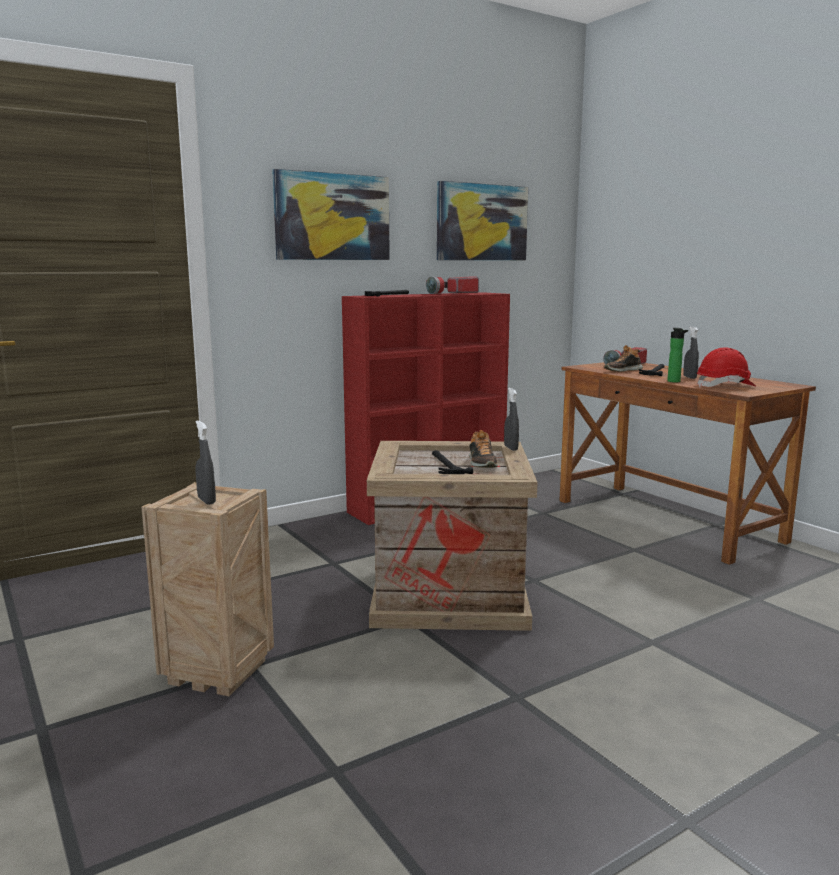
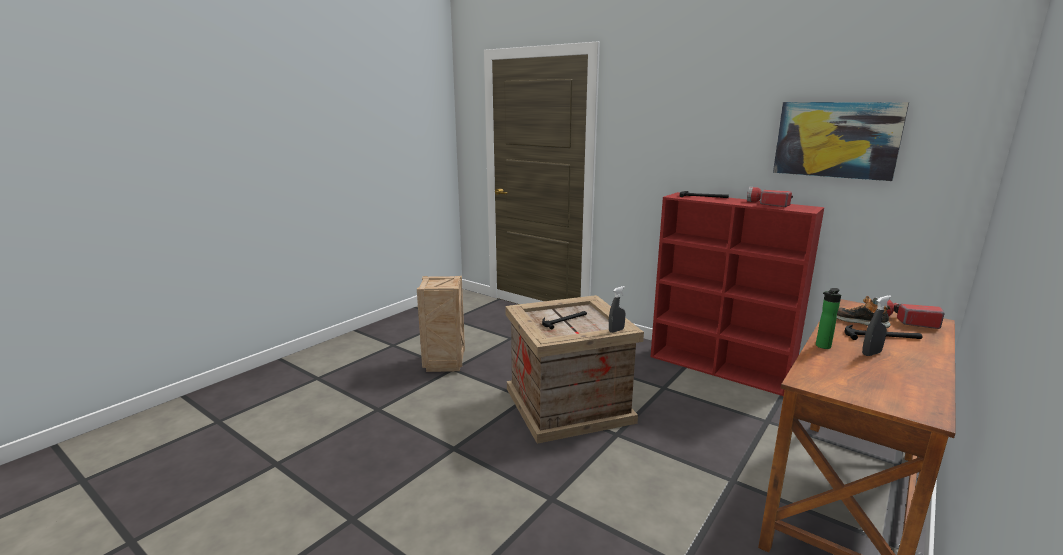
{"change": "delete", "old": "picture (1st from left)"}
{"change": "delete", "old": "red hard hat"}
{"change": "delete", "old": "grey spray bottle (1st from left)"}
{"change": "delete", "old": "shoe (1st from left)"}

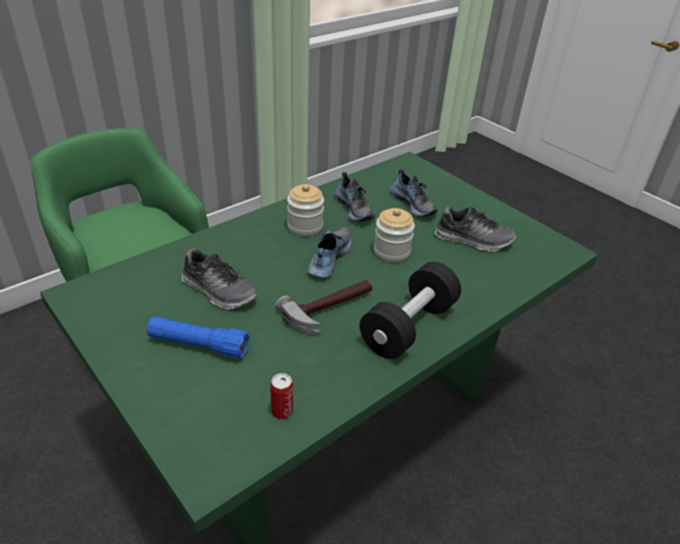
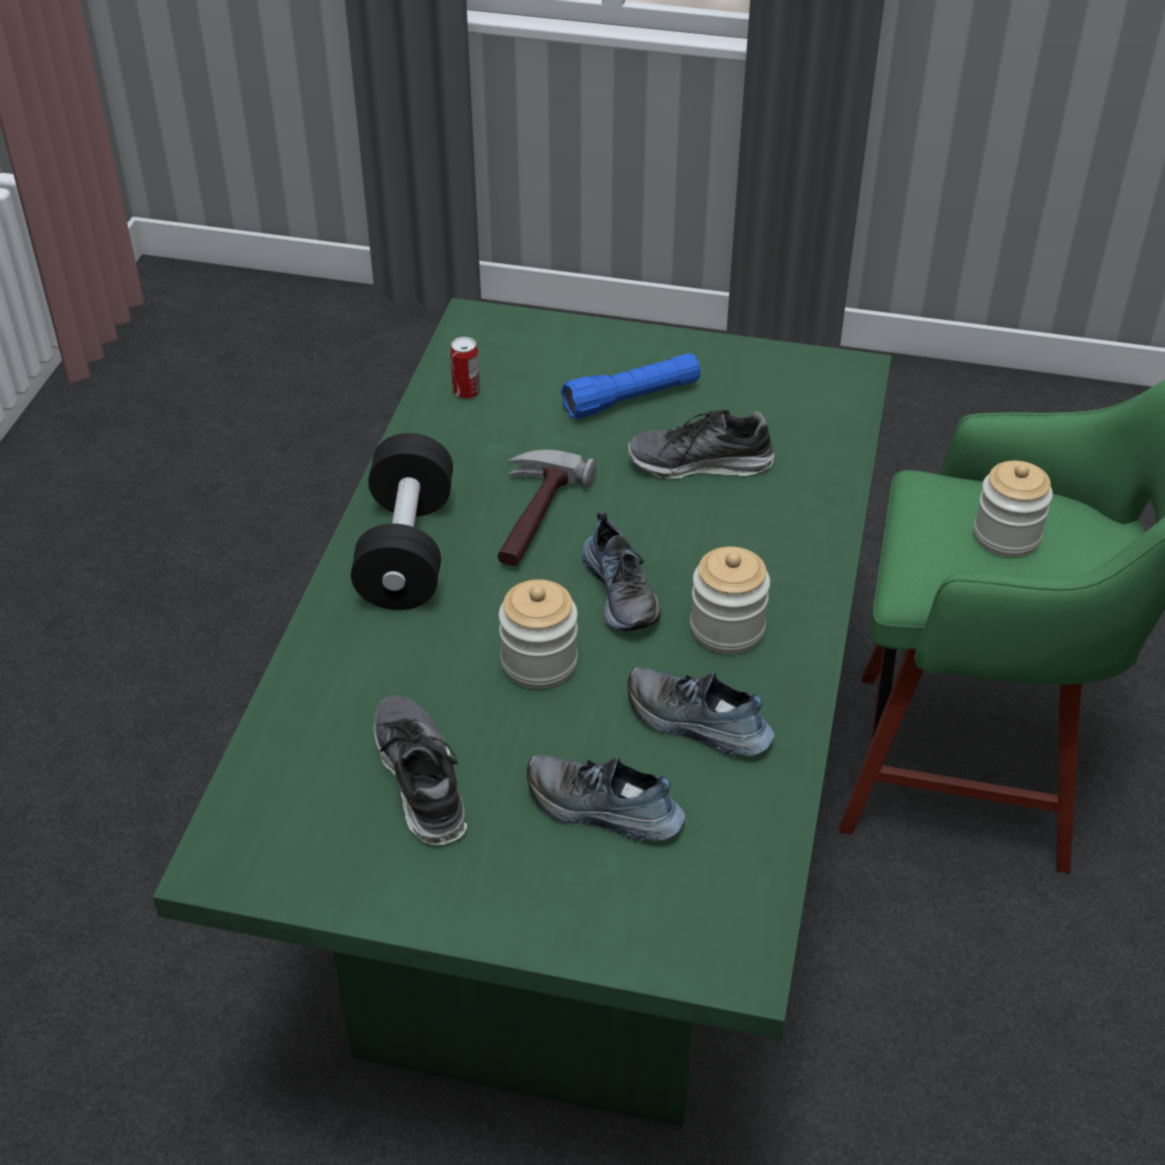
{"change": "rotate", "old": "shoe (5th from left in the first image)", "degrees": 90}
{"change": "insert", "new": "jar (3rd from left)"}

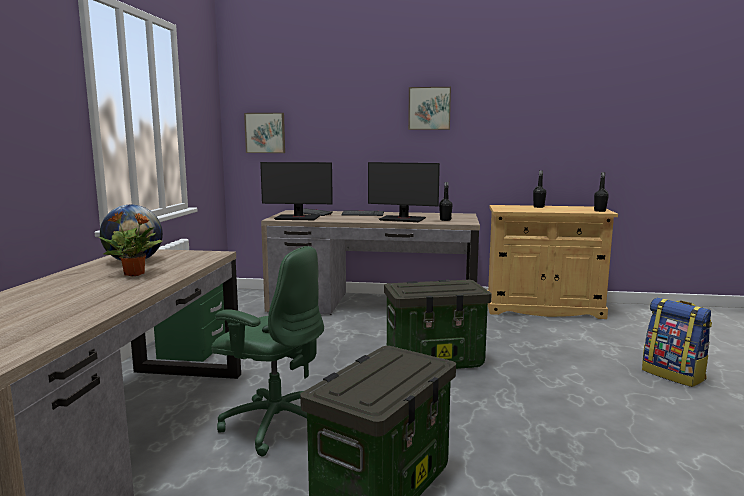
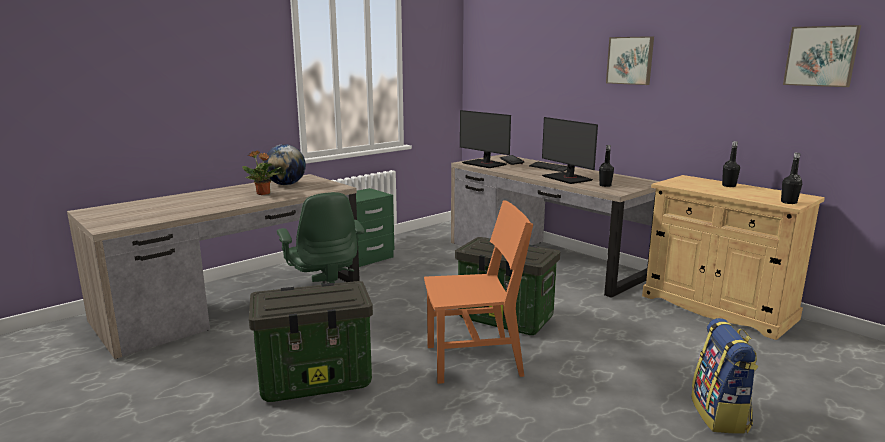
{"change": "move", "old": "picture (1st from left in the first image)", "new": "picture (2nd from left)"}
{"change": "insert", "new": "orange chair"}

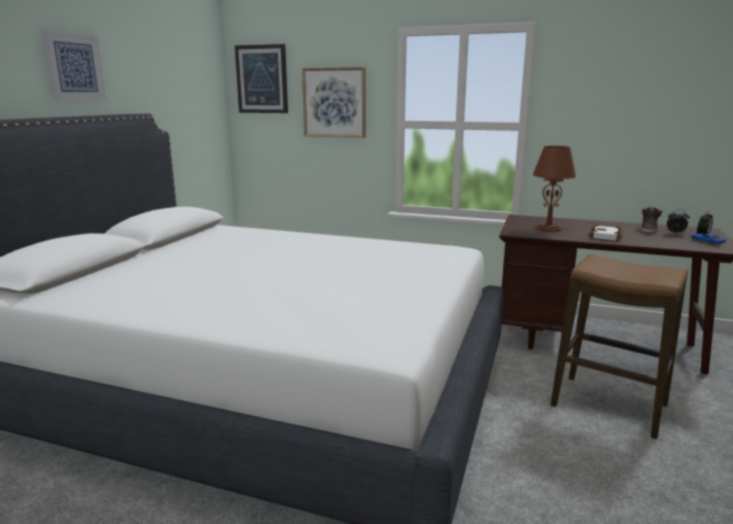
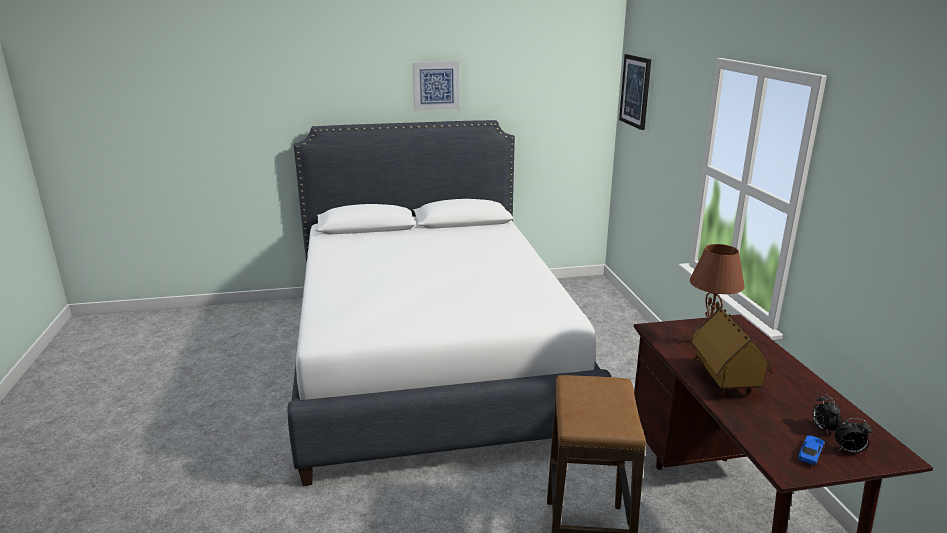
{"change": "delete", "old": "picture (3rd from left)"}
{"change": "delete", "old": "black shoe"}
{"change": "replace", "old": "white book", "new": "toy house"}

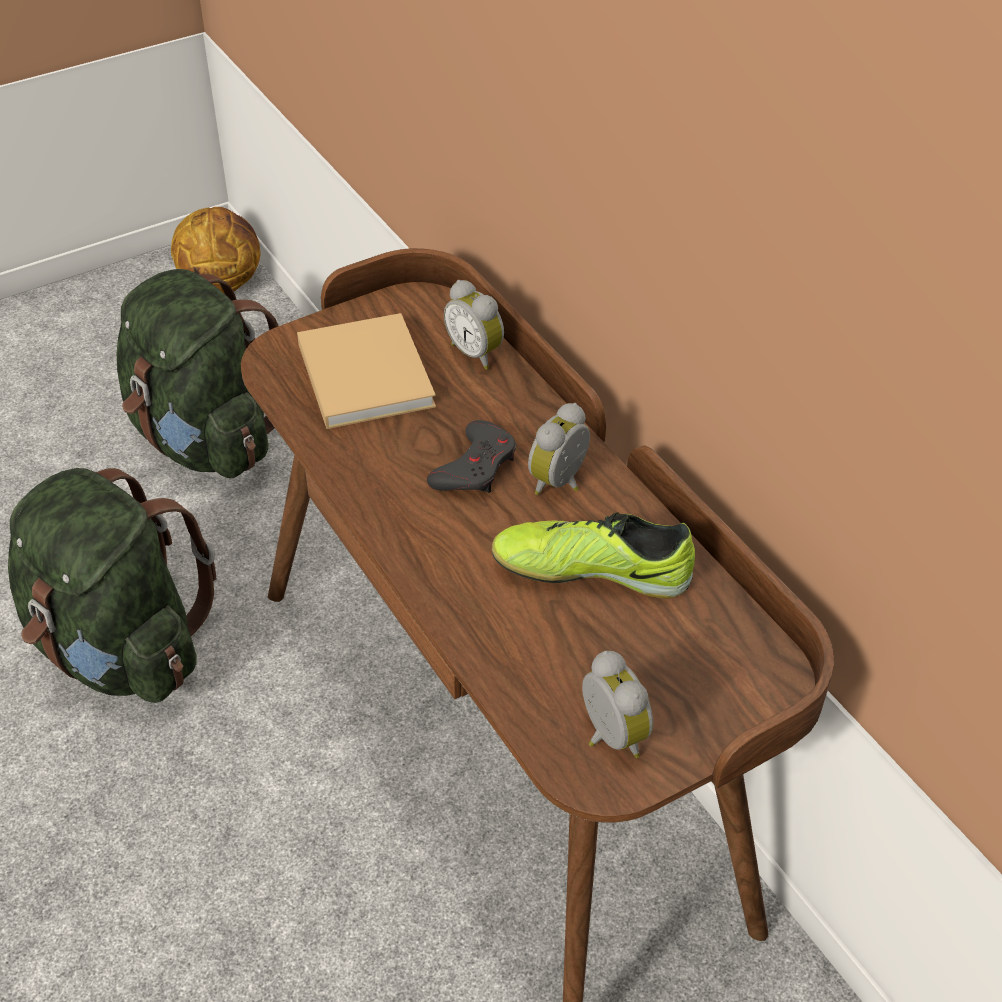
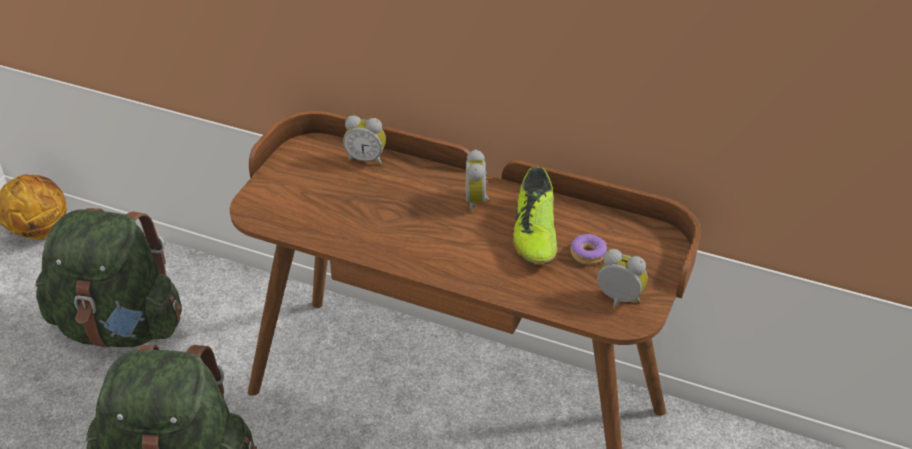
{"change": "delete", "old": "beige book"}
{"change": "delete", "old": "grey game controller"}
{"change": "rotate", "old": "shoe", "degrees": -60}
{"change": "insert", "new": "donut"}

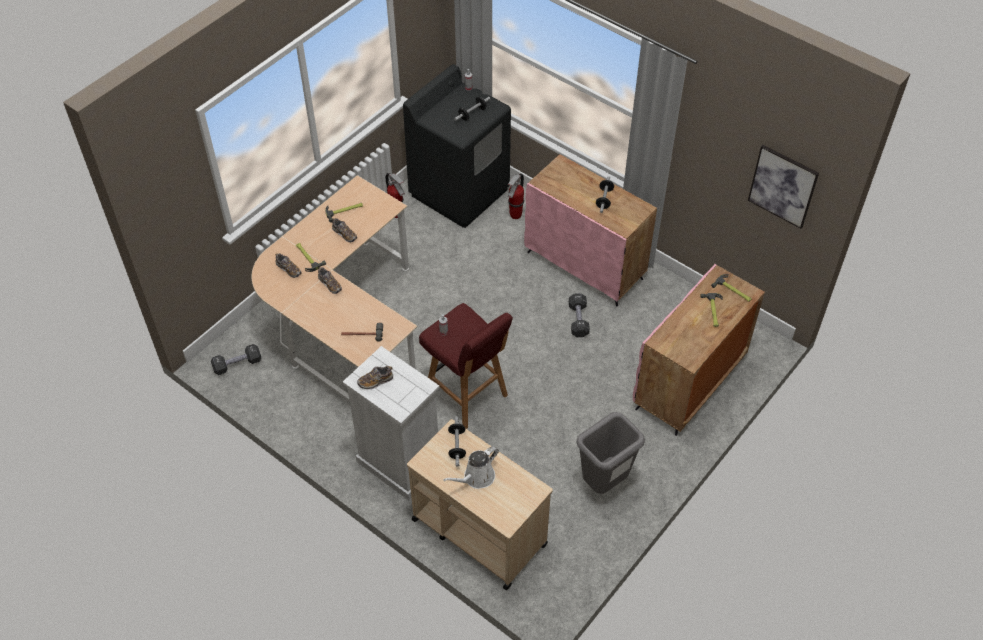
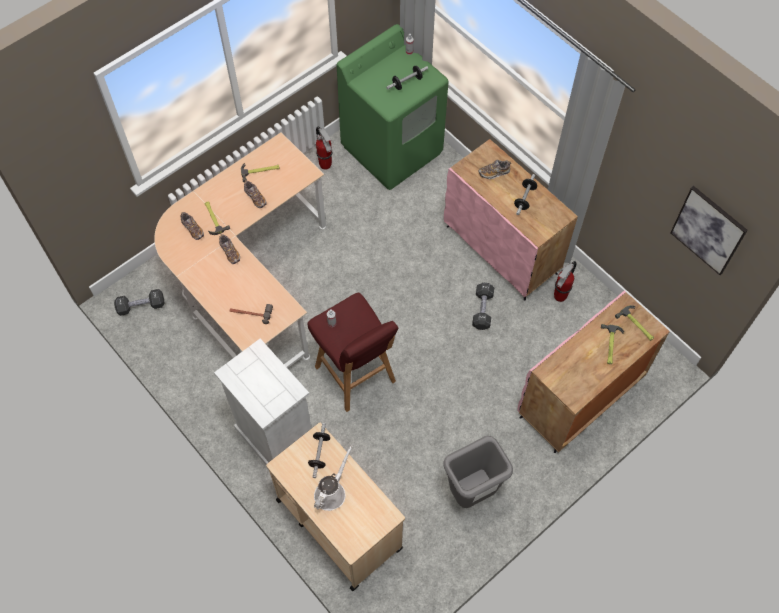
{"change": "recolor", "old": "black washing machine", "new": "green washing machine"}
{"change": "move", "old": "fire extinguisher (2nd from left)"}
{"change": "move", "old": "shoe (4th from left)"}
{"change": "rotate", "old": "white watering can", "degrees": 150}

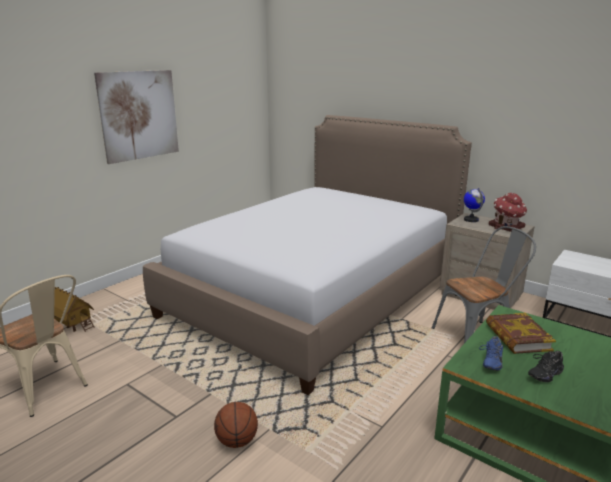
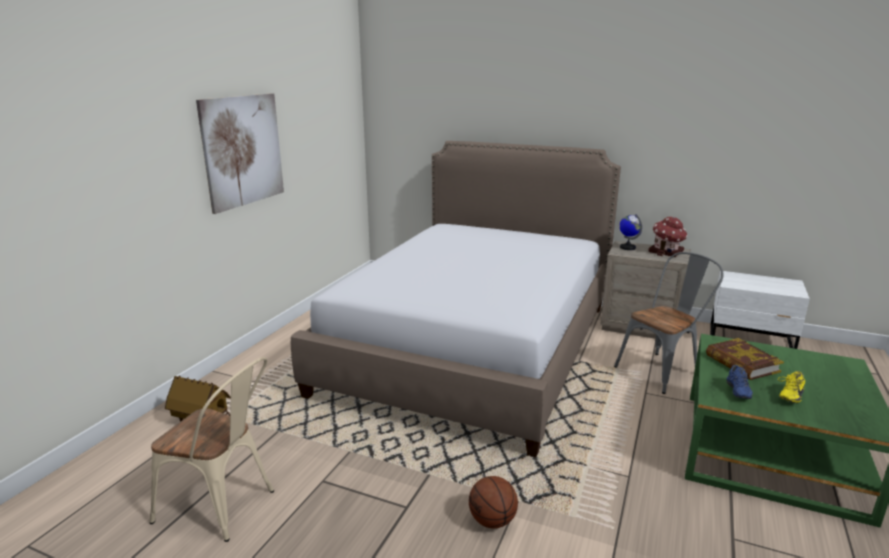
{"change": "recolor", "old": "black shoe", "new": "yellow shoe"}

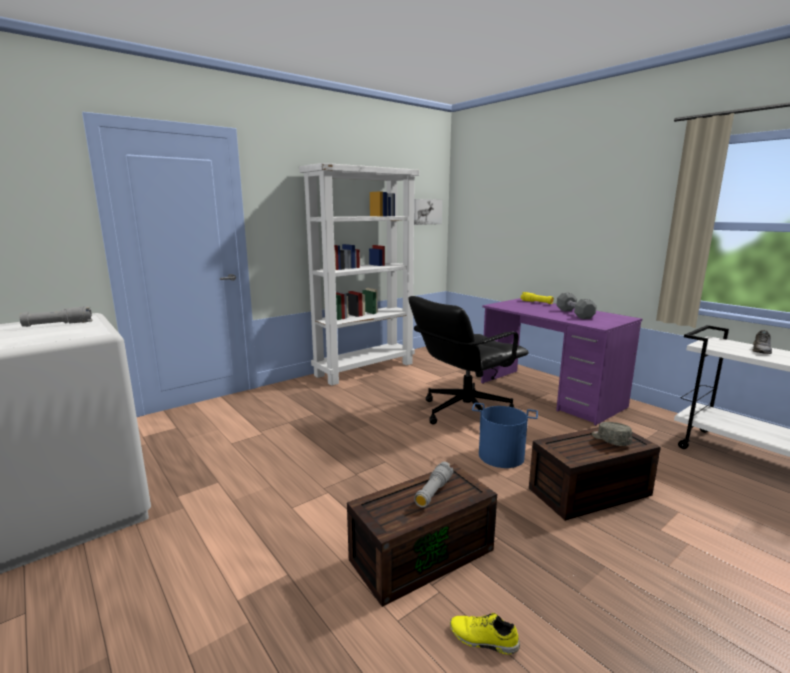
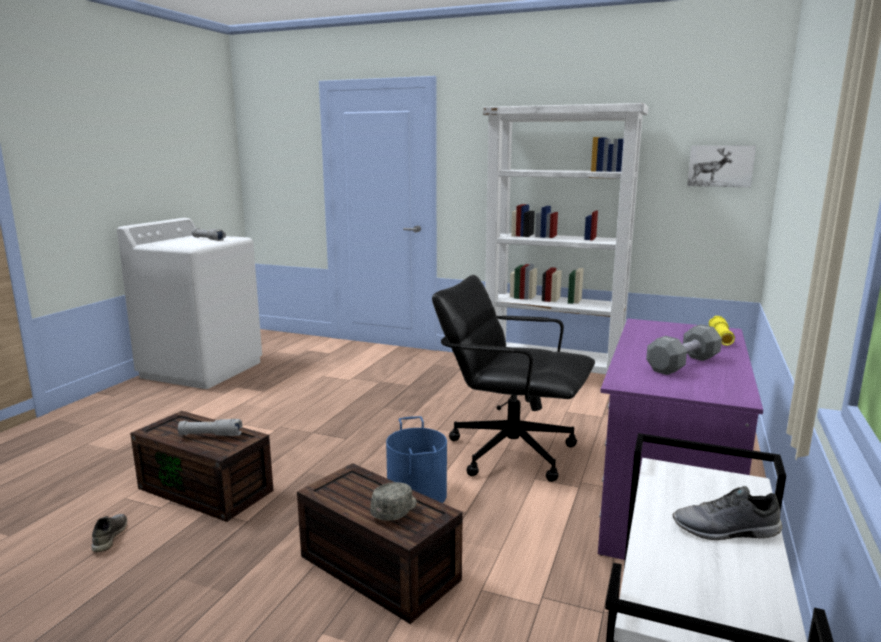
{"change": "recolor", "old": "yellow shoe", "new": "grey shoe (1st from left)"}

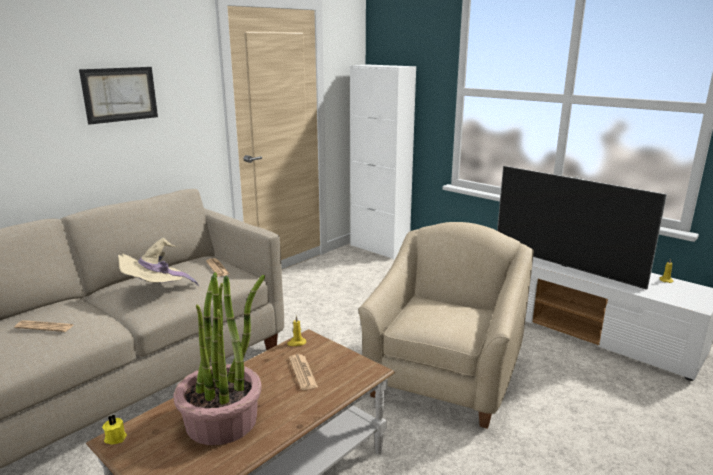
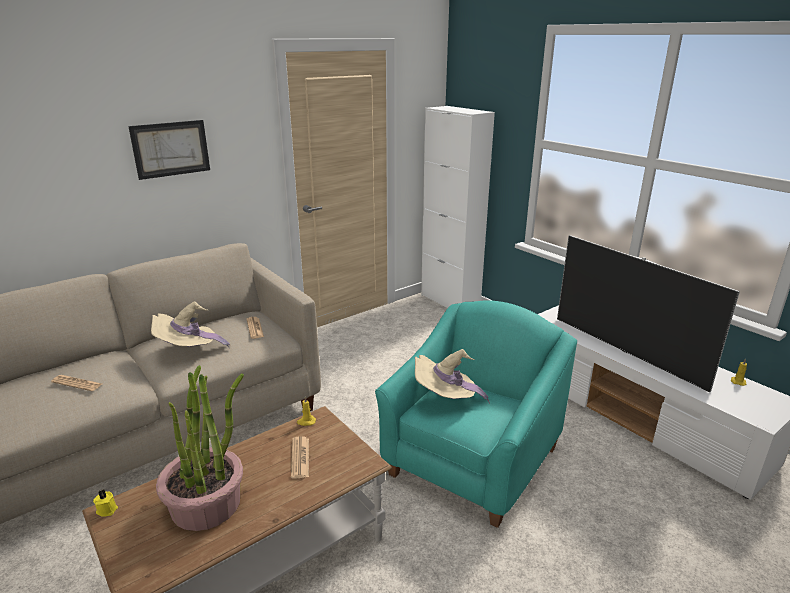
{"change": "recolor", "old": "beige armchair", "new": "turquoise armchair"}
{"change": "insert", "new": "beige hat (2nd from left)"}

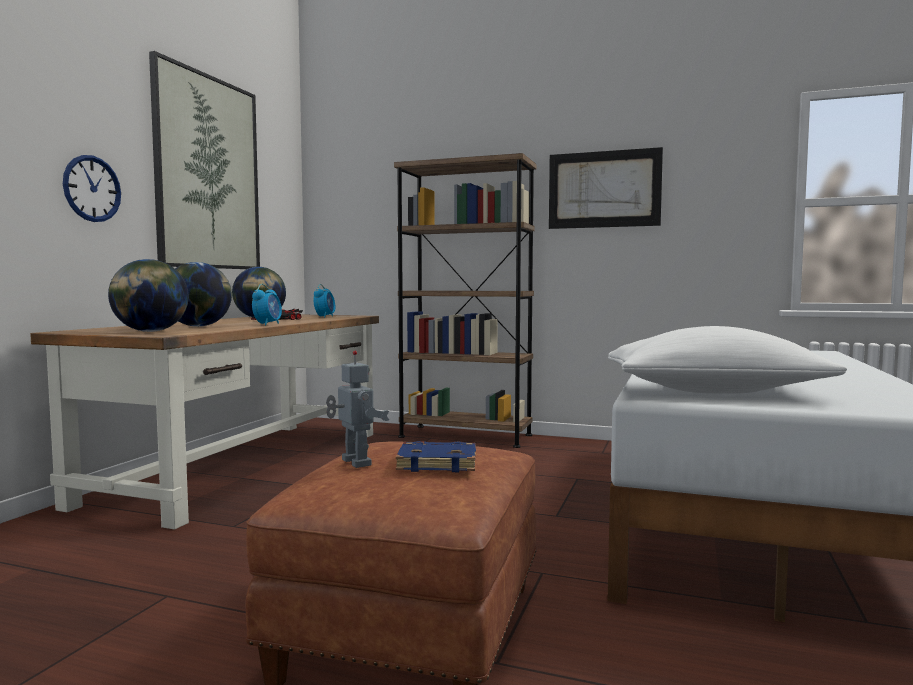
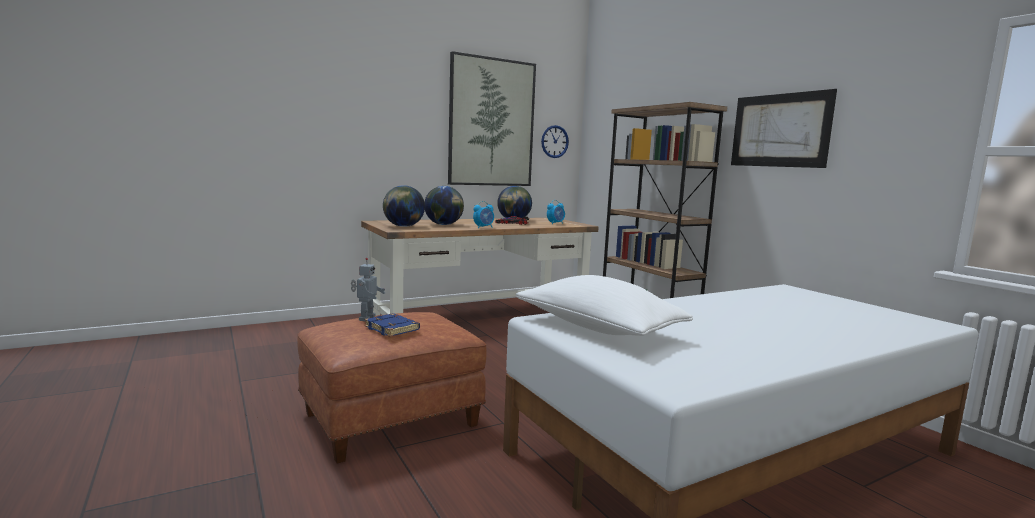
{"change": "move", "old": "wall clock"}

